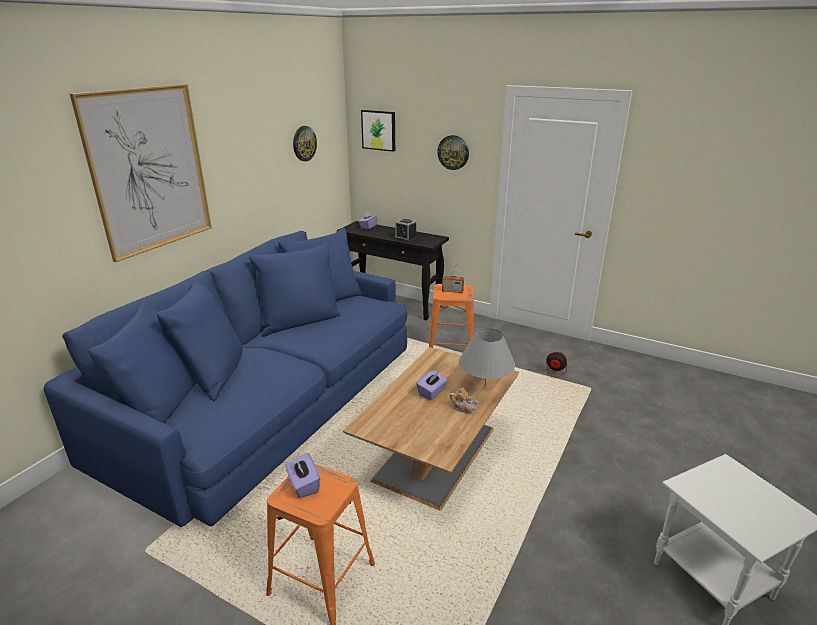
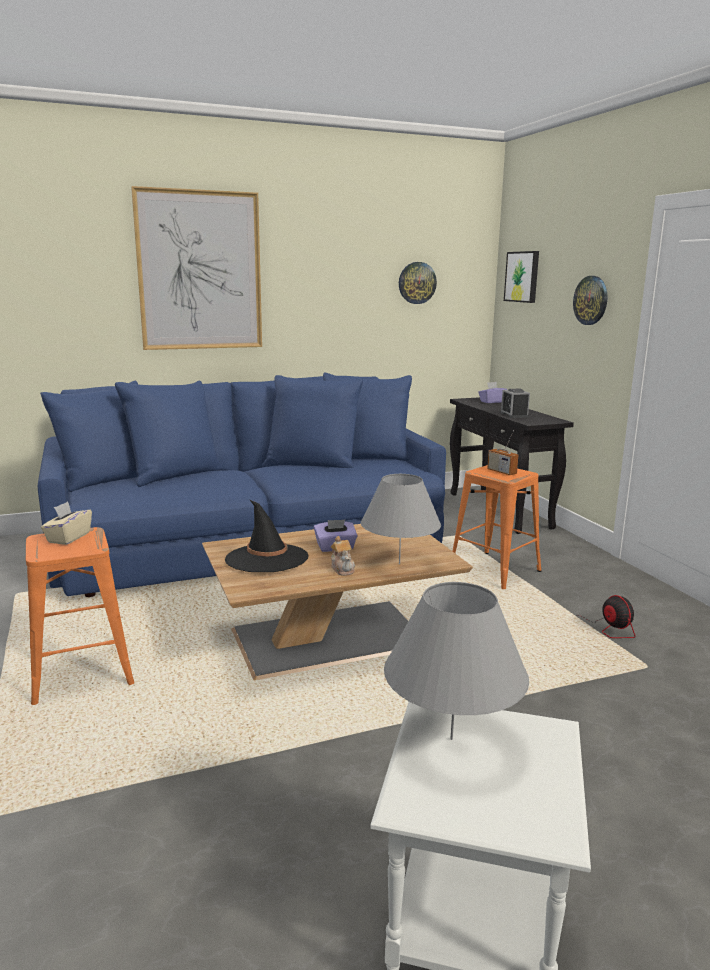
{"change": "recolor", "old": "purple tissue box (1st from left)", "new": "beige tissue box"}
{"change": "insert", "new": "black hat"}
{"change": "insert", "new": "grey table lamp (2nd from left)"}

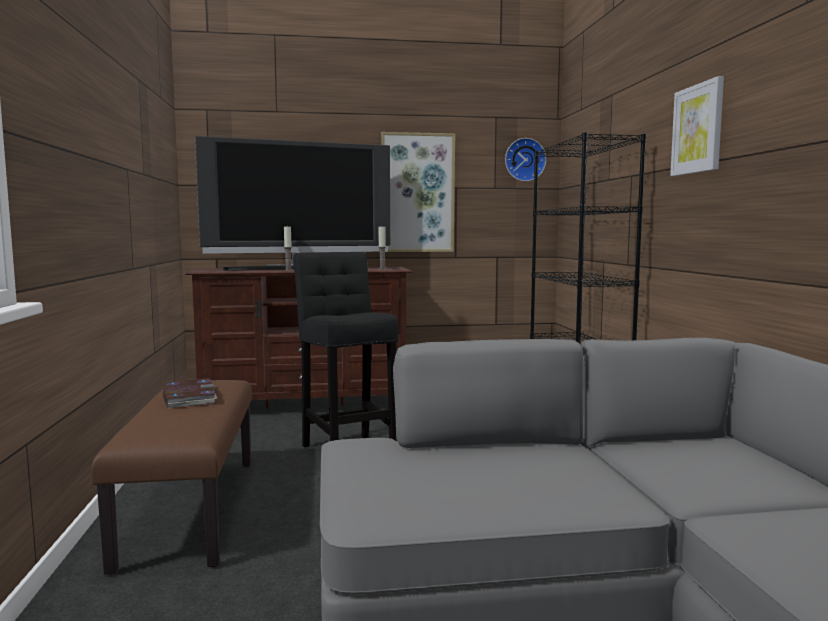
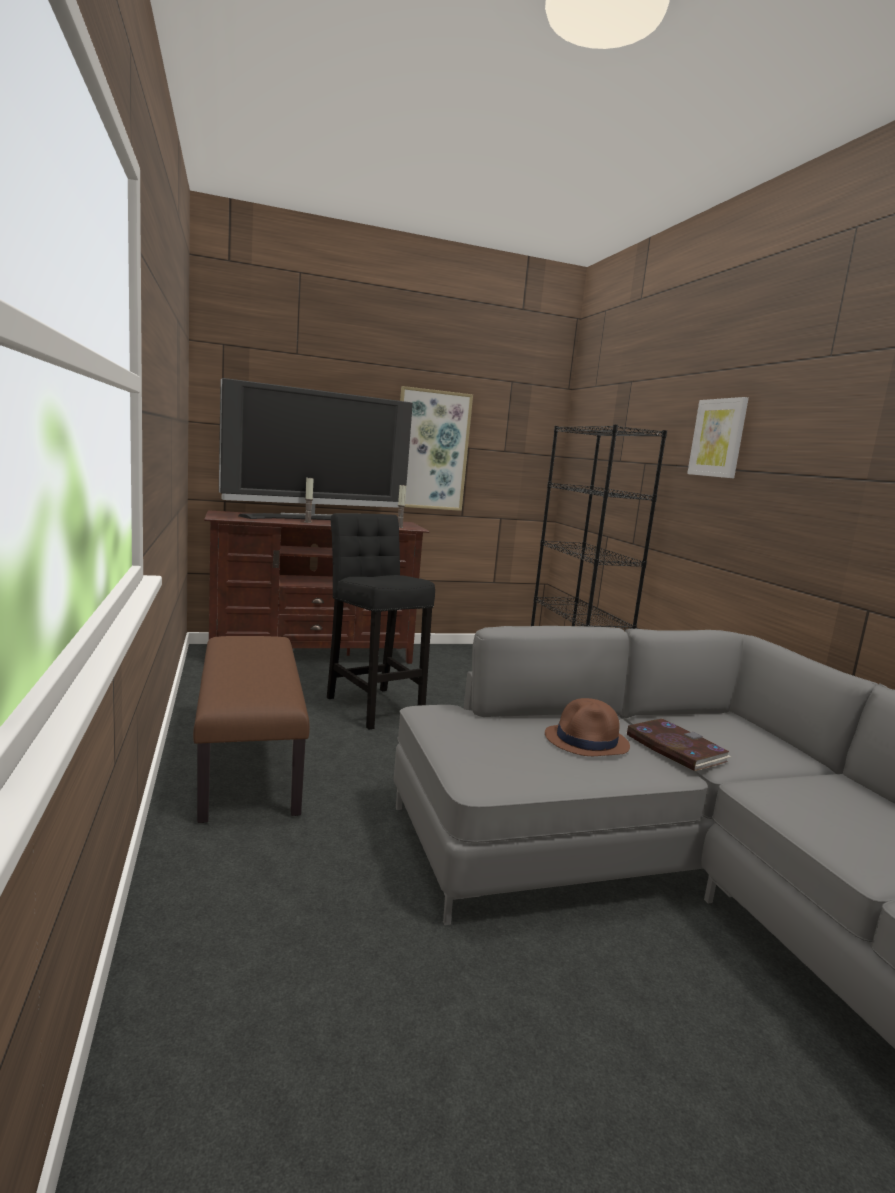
{"change": "delete", "old": "wall clock"}
{"change": "move", "old": "book"}
{"change": "insert", "new": "brown hat"}

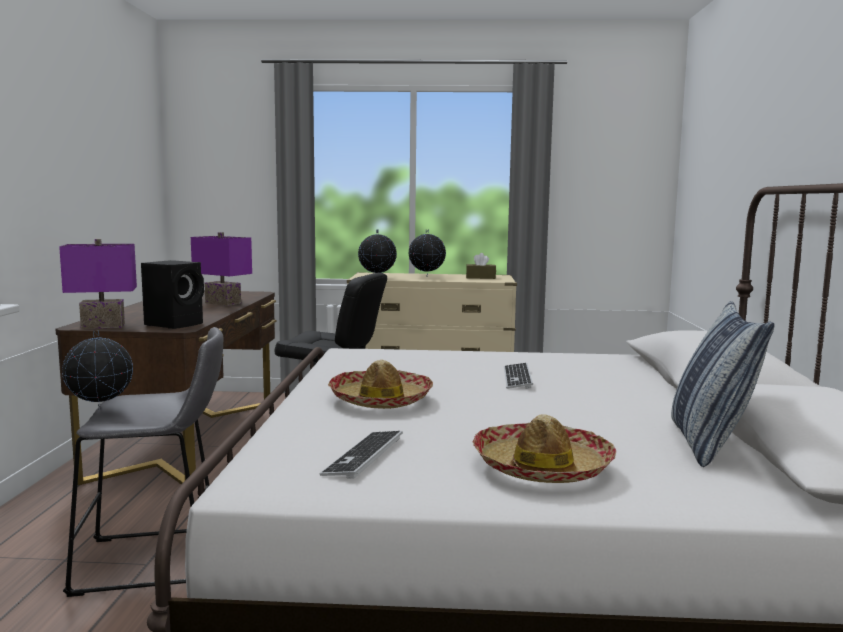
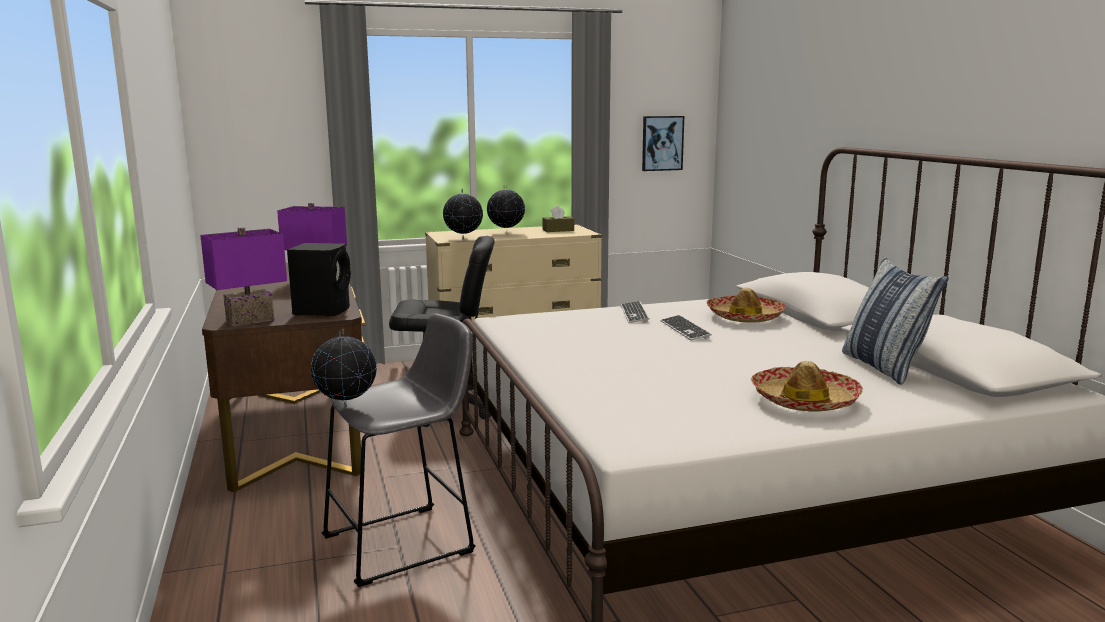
{"change": "move", "old": "hat (1st from left)"}
{"change": "move", "old": "keyboard (1st from left)"}
{"change": "insert", "new": "picture"}

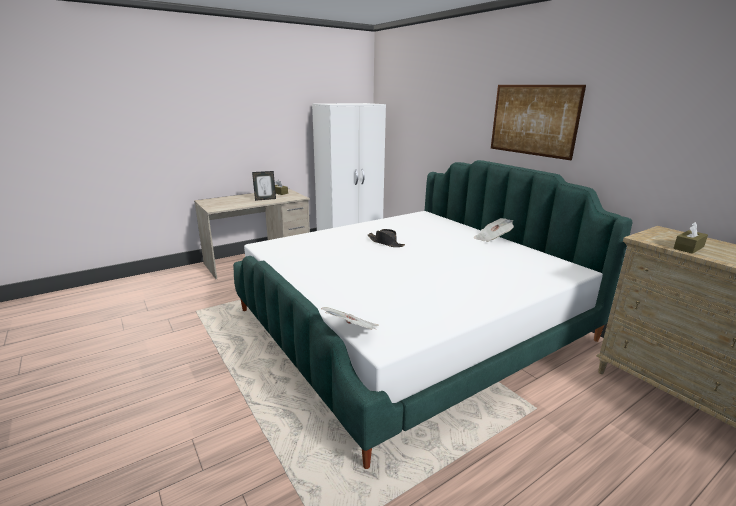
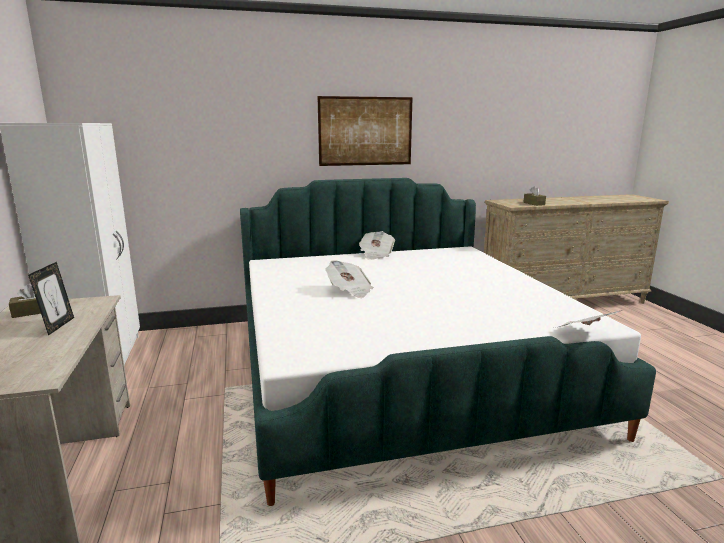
{"change": "replace", "old": "black hat", "new": "newspaper (1st from left)"}

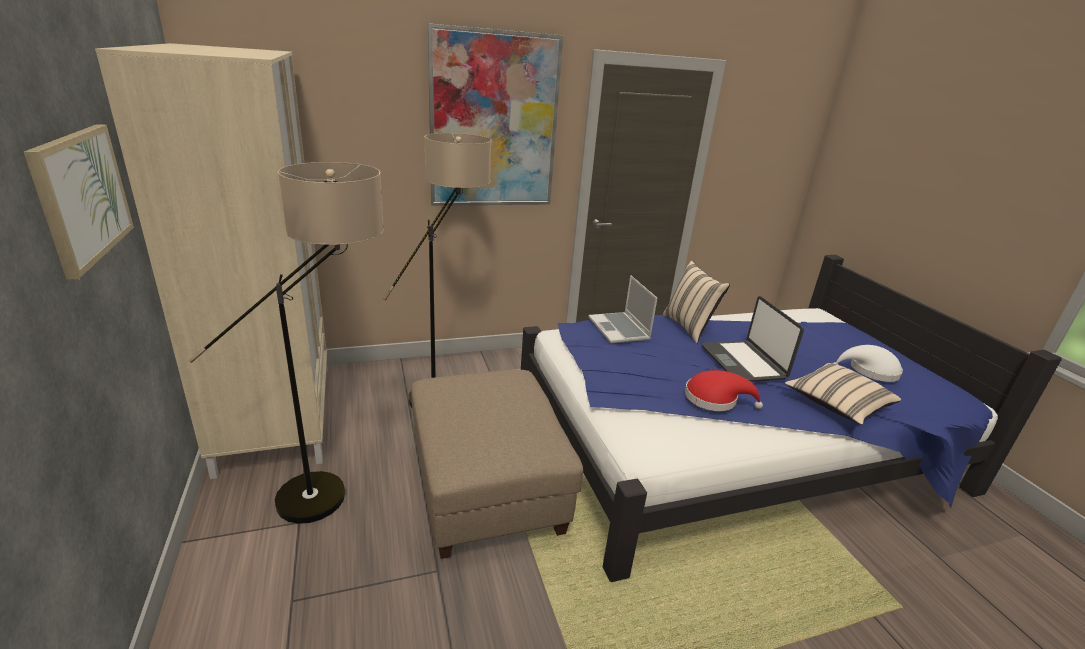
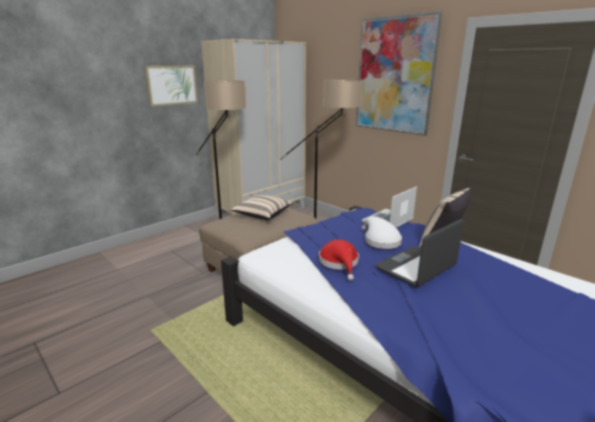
{"change": "move", "old": "white hat"}
{"change": "move", "old": "beige pillow (2nd from left in the first image)", "new": "beige pillow (1st from left)"}

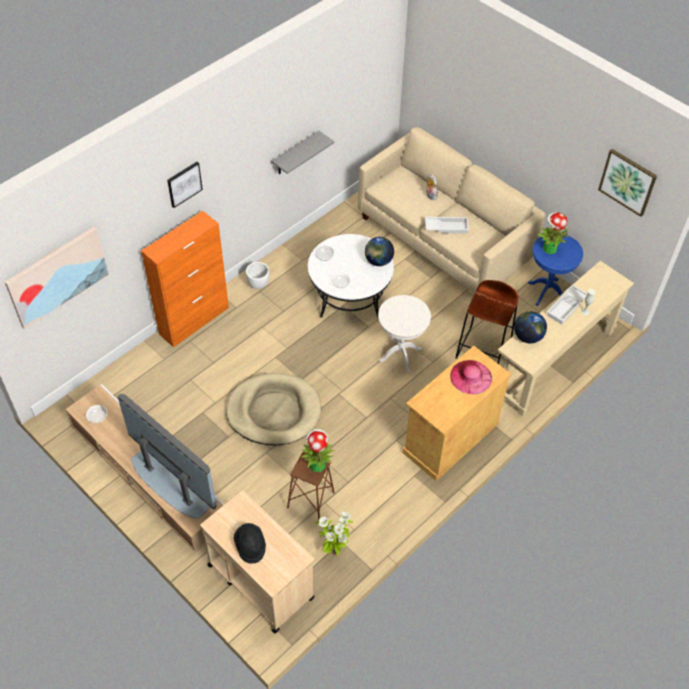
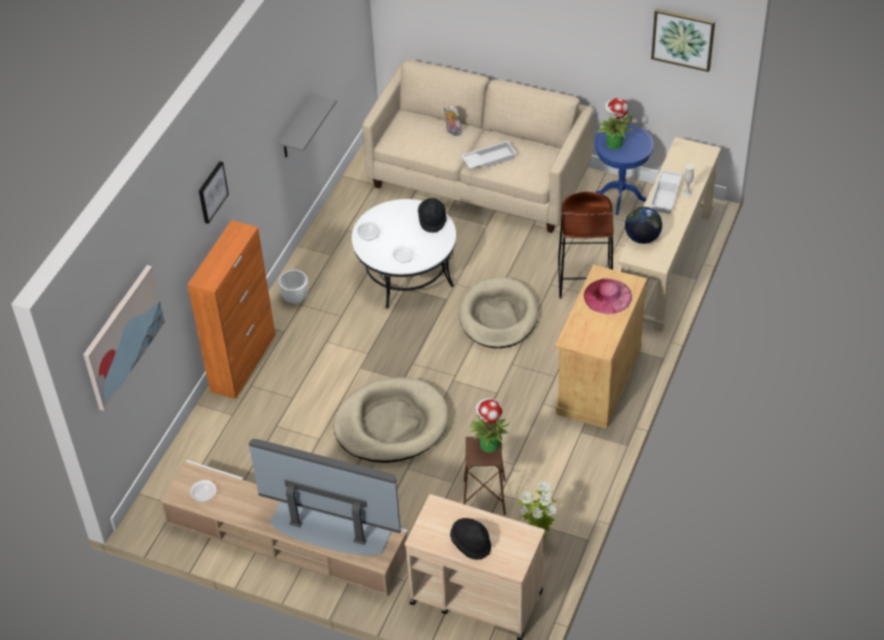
{"change": "replace", "old": "globe (1st from left)", "new": "black hat (1st from left)"}
{"change": "replace", "old": "white side table", "new": "beige dog bed (2nd from left)"}

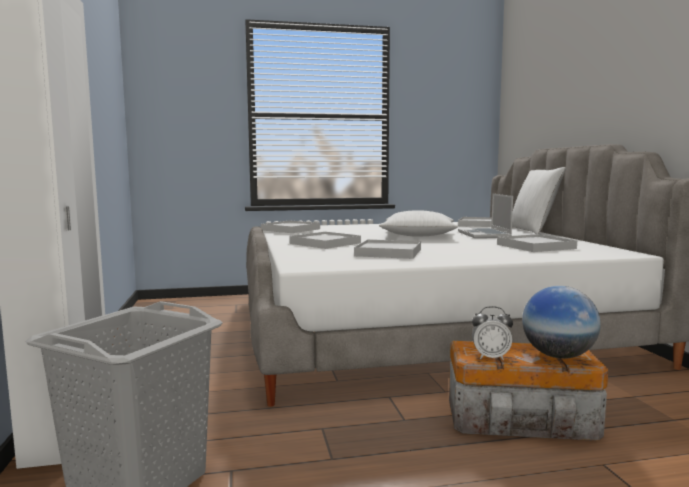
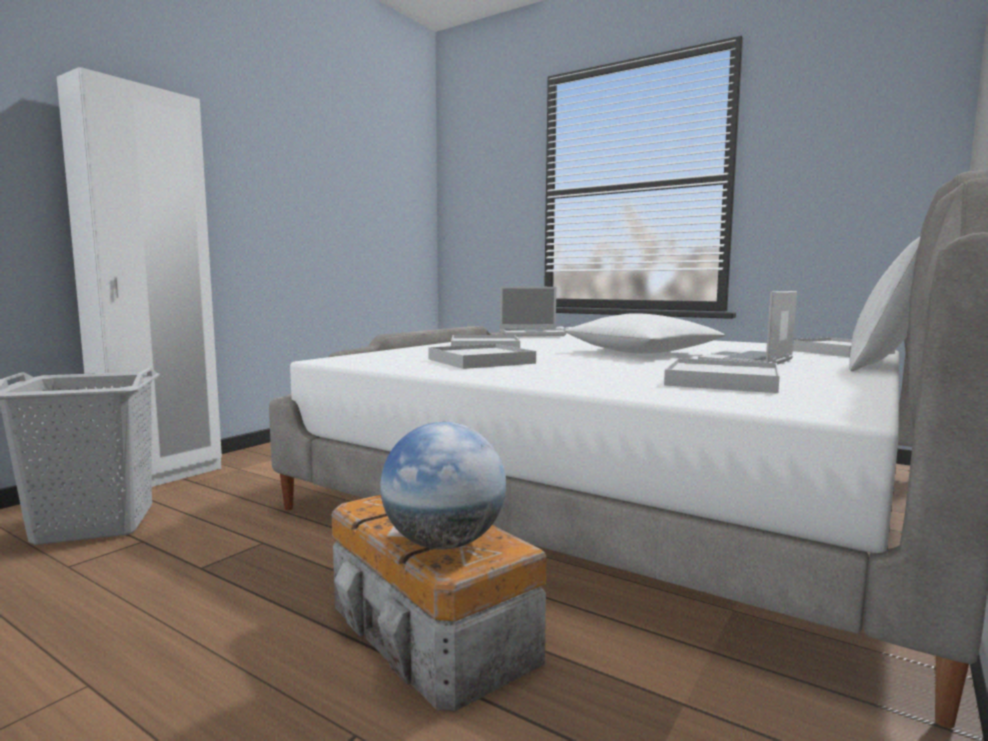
{"change": "replace", "old": "white tray (1st from left)", "new": "laptop (1st from left)"}
{"change": "delete", "old": "alarm clock"}

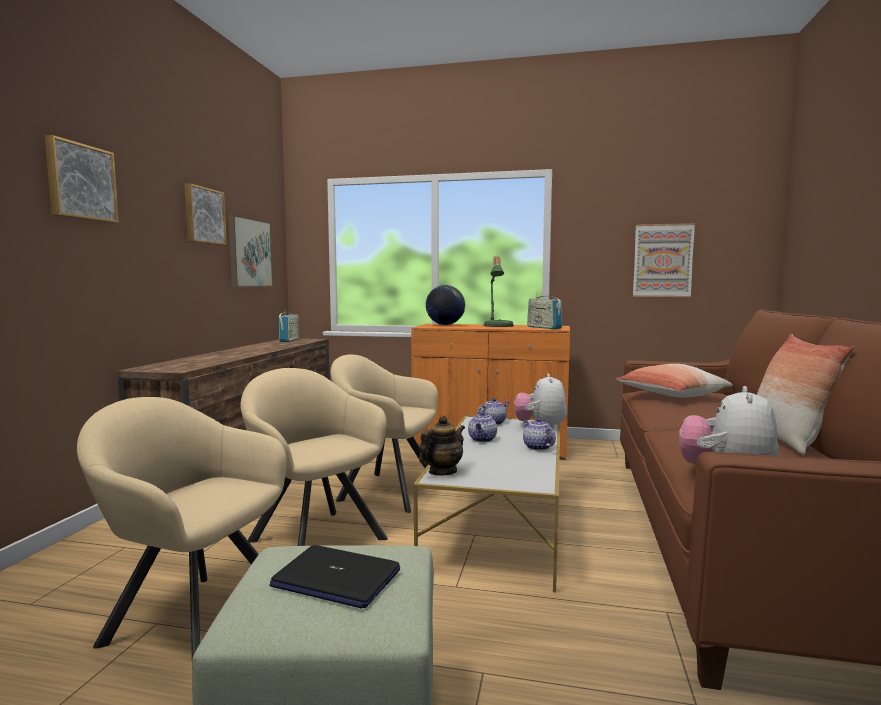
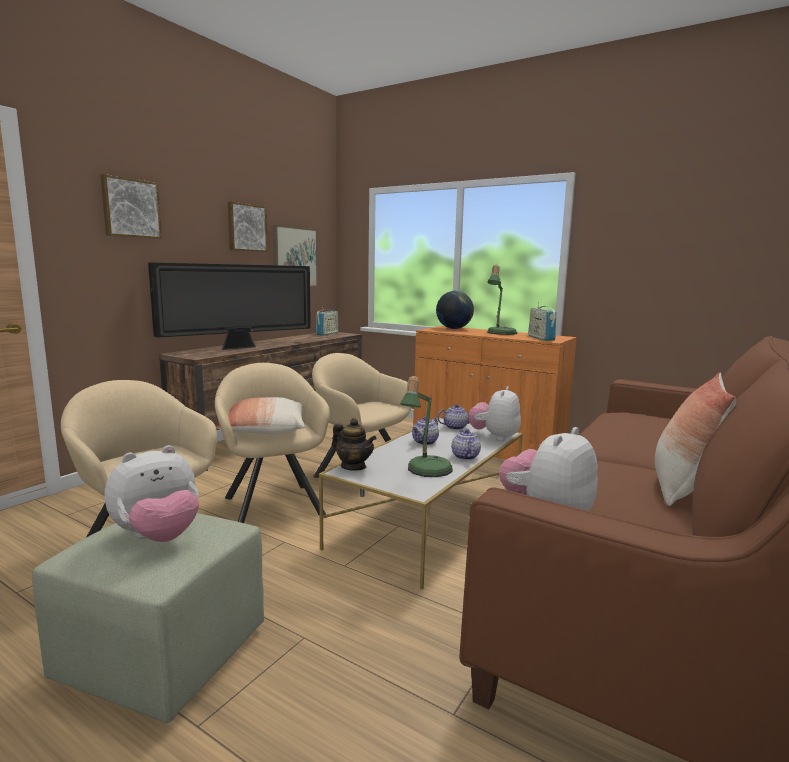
{"change": "delete", "old": "picture (4th from left)"}
{"change": "move", "old": "pillow (1st from left)"}
{"change": "rotate", "old": "teapot (1st from left)", "degrees": 60}
{"change": "replace", "old": "laptop", "new": "plush toy (1st from left)"}
{"change": "insert", "new": "television"}
{"change": "insert", "new": "table lamp (1st from left)"}

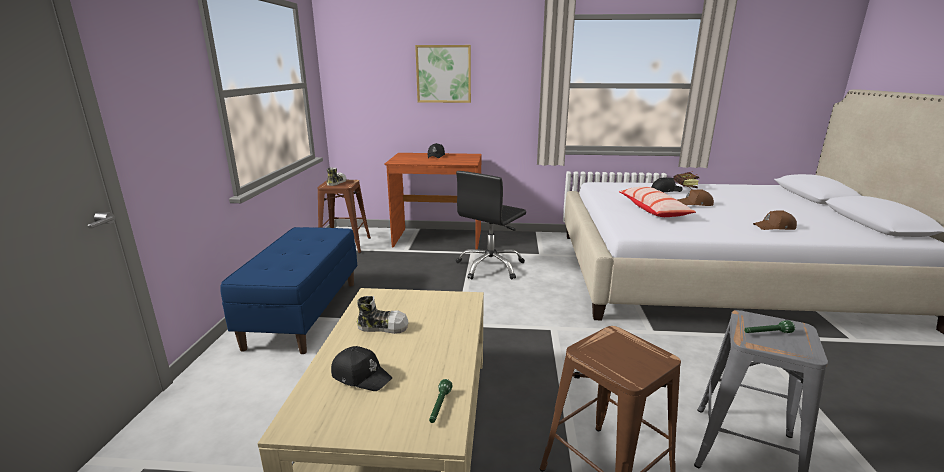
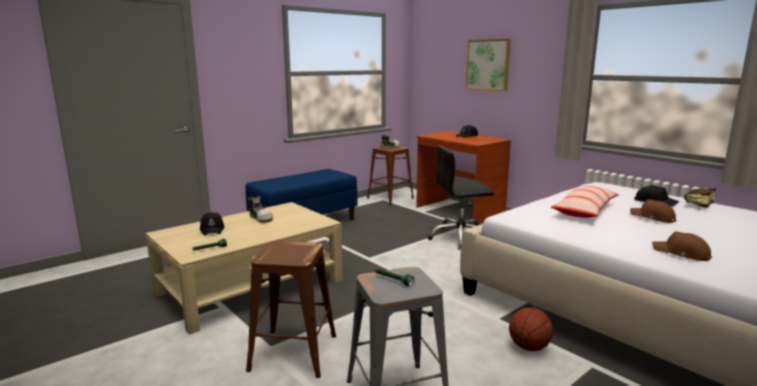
{"change": "insert", "new": "basketball"}

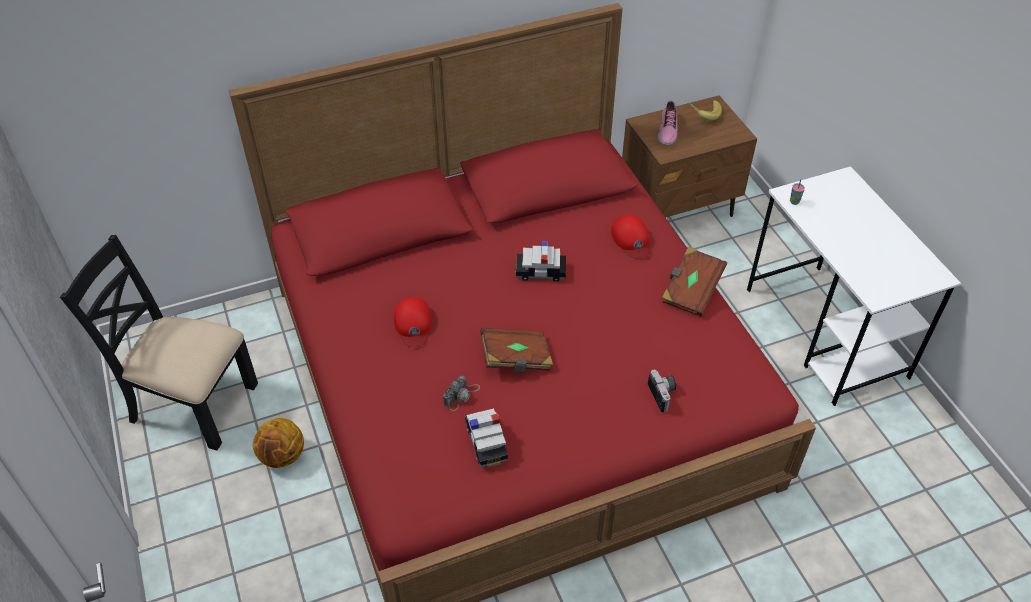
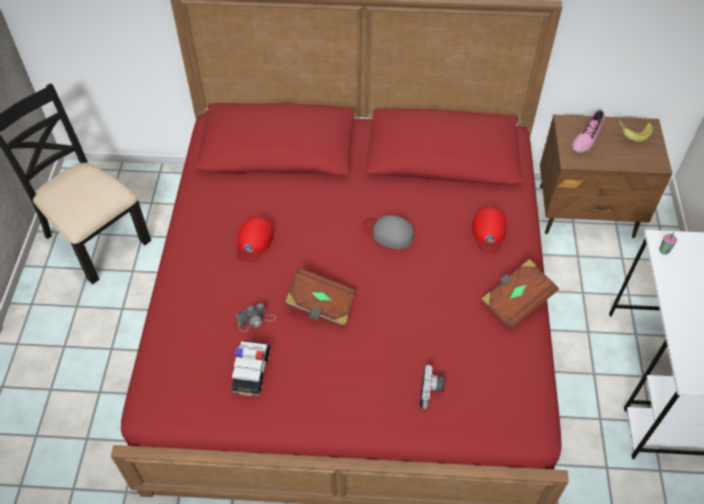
{"change": "replace", "old": "toy car (2nd from left)", "new": "grey cap"}
{"change": "delete", "old": "basketball"}

